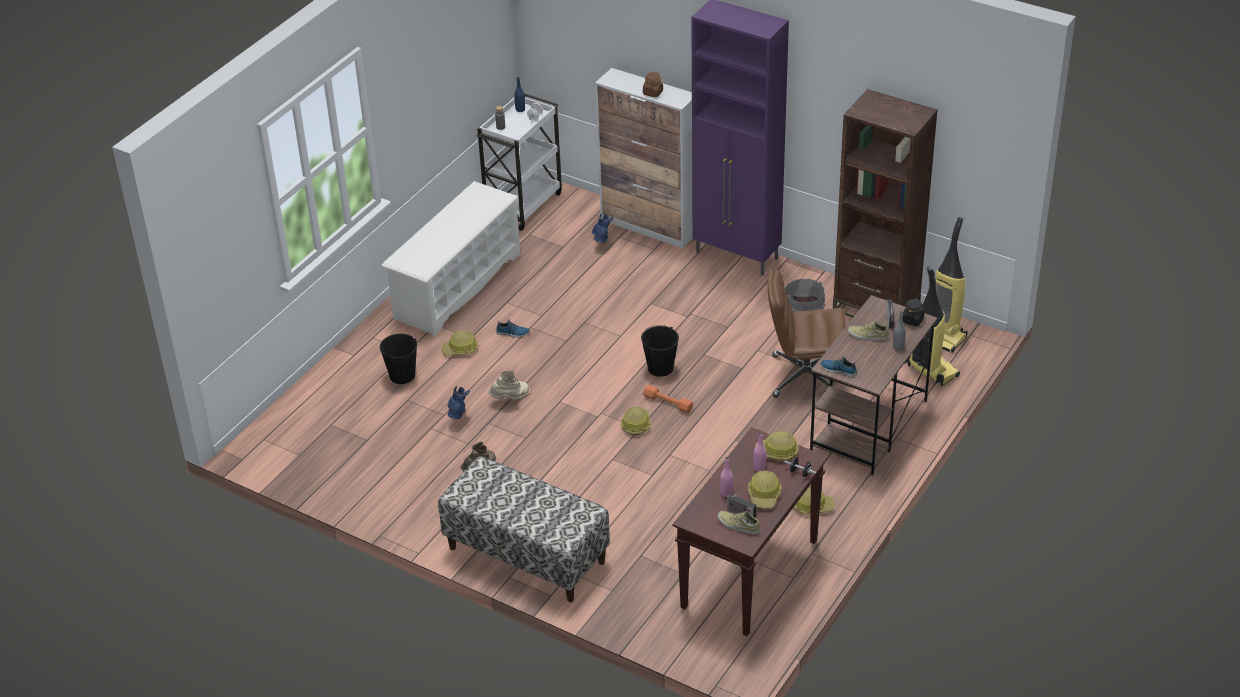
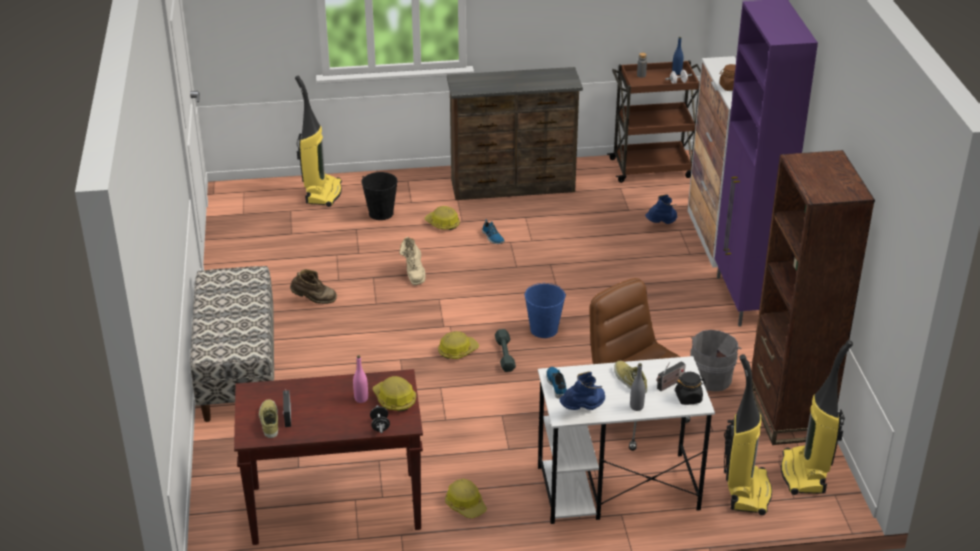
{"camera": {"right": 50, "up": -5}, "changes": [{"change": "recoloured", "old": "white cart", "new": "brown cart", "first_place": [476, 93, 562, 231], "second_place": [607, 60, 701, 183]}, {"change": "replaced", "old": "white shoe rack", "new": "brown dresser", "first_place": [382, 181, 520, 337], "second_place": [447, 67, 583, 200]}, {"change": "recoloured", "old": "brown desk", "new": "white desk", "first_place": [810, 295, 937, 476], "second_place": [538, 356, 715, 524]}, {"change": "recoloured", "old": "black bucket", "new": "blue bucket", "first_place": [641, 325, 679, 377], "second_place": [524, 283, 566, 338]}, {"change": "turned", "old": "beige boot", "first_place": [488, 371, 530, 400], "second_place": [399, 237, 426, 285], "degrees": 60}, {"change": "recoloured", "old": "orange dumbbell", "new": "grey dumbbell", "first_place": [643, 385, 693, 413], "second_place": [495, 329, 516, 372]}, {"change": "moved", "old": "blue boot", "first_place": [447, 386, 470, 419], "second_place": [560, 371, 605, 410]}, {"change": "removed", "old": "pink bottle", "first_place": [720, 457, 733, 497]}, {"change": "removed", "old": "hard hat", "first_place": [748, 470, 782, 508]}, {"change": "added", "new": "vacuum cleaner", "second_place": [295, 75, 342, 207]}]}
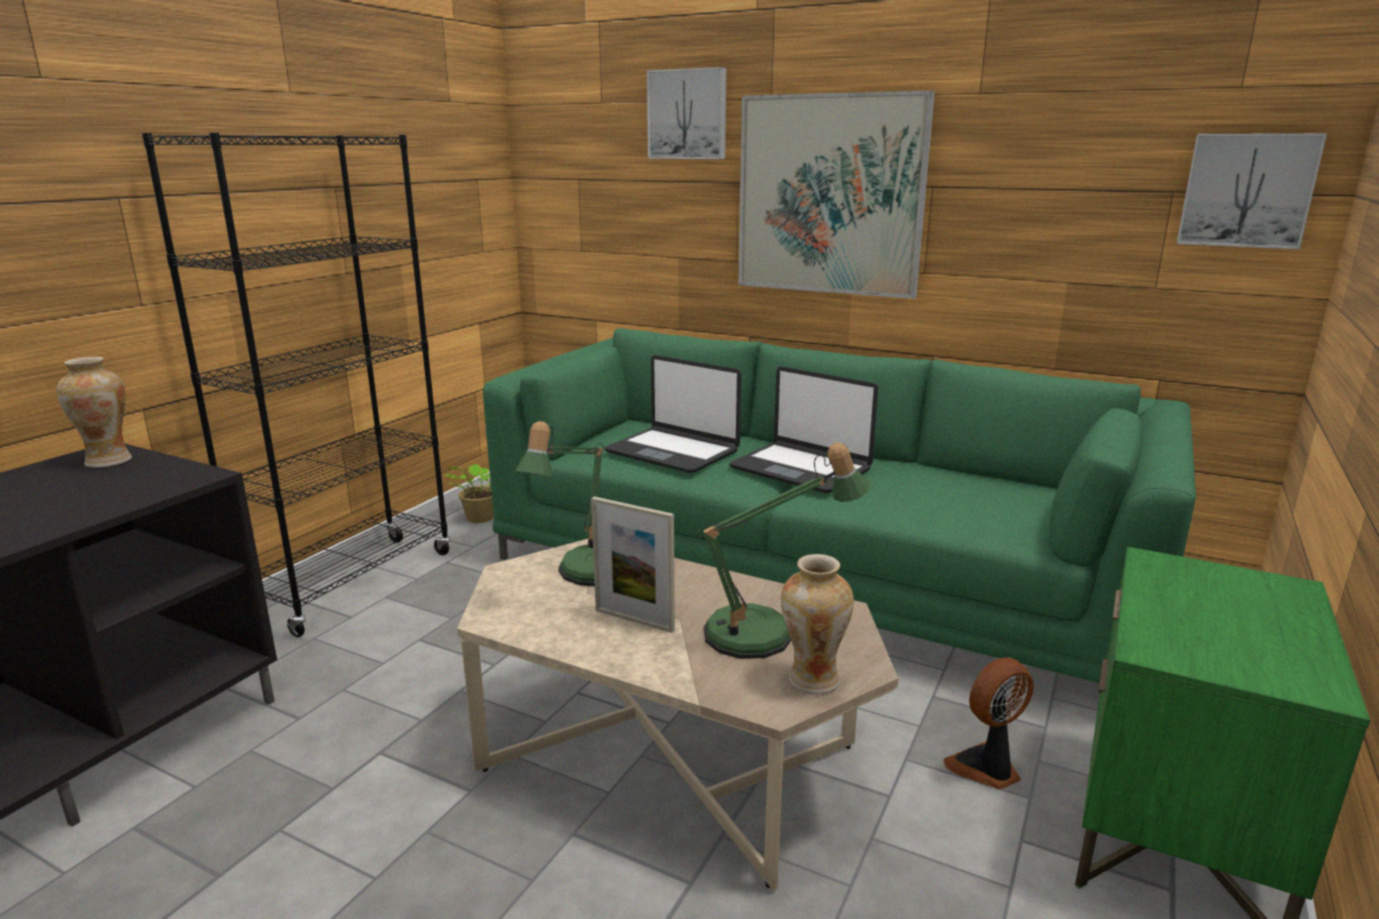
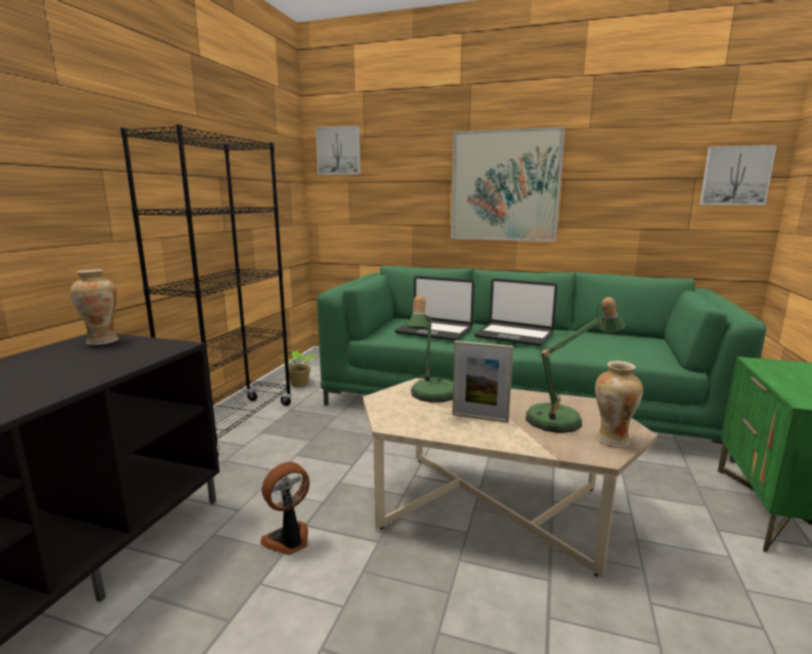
{"camera": {"right": -10, "up": -5}, "changes": [{"change": "moved", "old": "picture", "first_place": [647, 67, 726, 159], "second_place": [316, 126, 361, 175]}, {"change": "moved", "old": "fan", "first_place": [943, 657, 1034, 790], "second_place": [260, 462, 310, 555]}]}
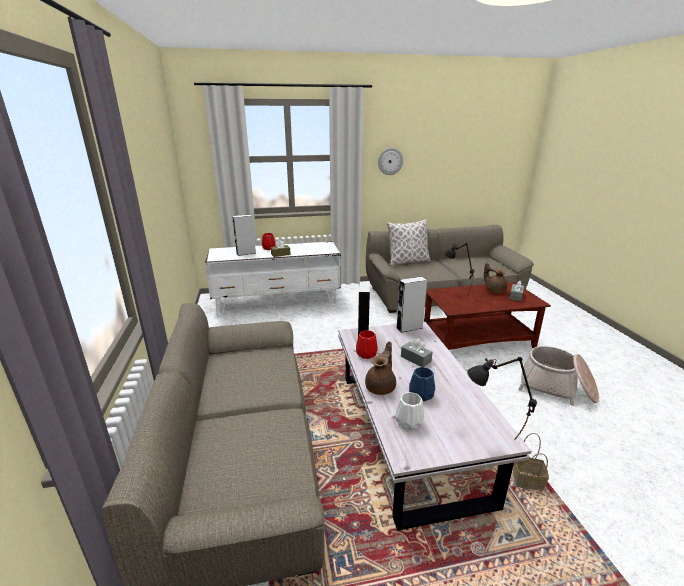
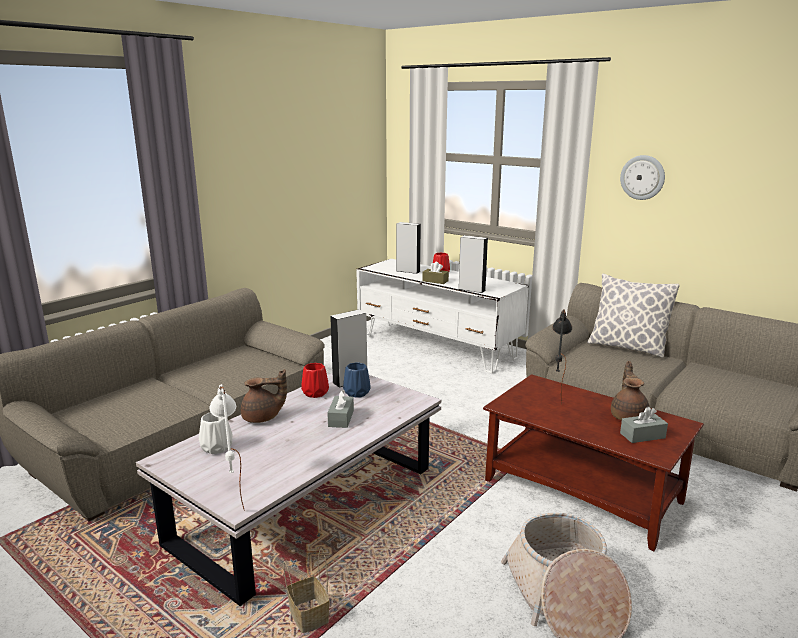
{"camera": {"right": 50, "up": -5}, "changes": [{"change": "moved", "old": "grey speaker", "first_place": [396, 277, 427, 333], "second_place": [459, 235, 488, 293]}, {"change": "recoloured", "old": "black table lamp", "new": "white table lamp", "first_place": [467, 357, 537, 440], "second_place": [209, 384, 245, 511]}, {"change": "moved", "old": "blue vase", "first_place": [409, 367, 435, 401], "second_place": [343, 362, 371, 398]}]}
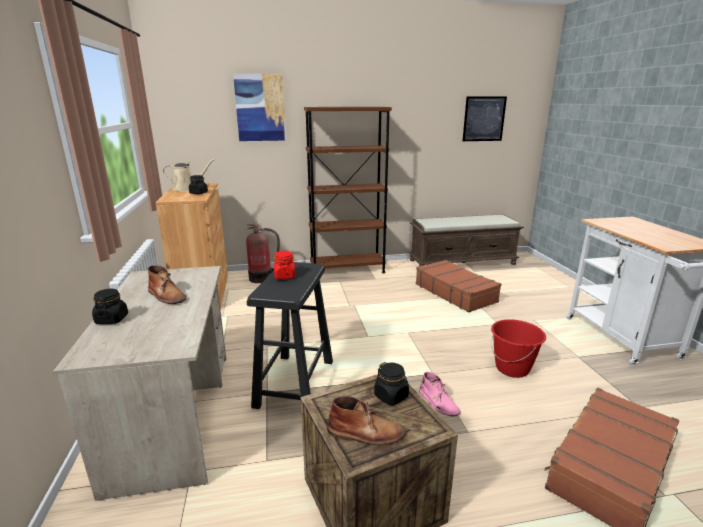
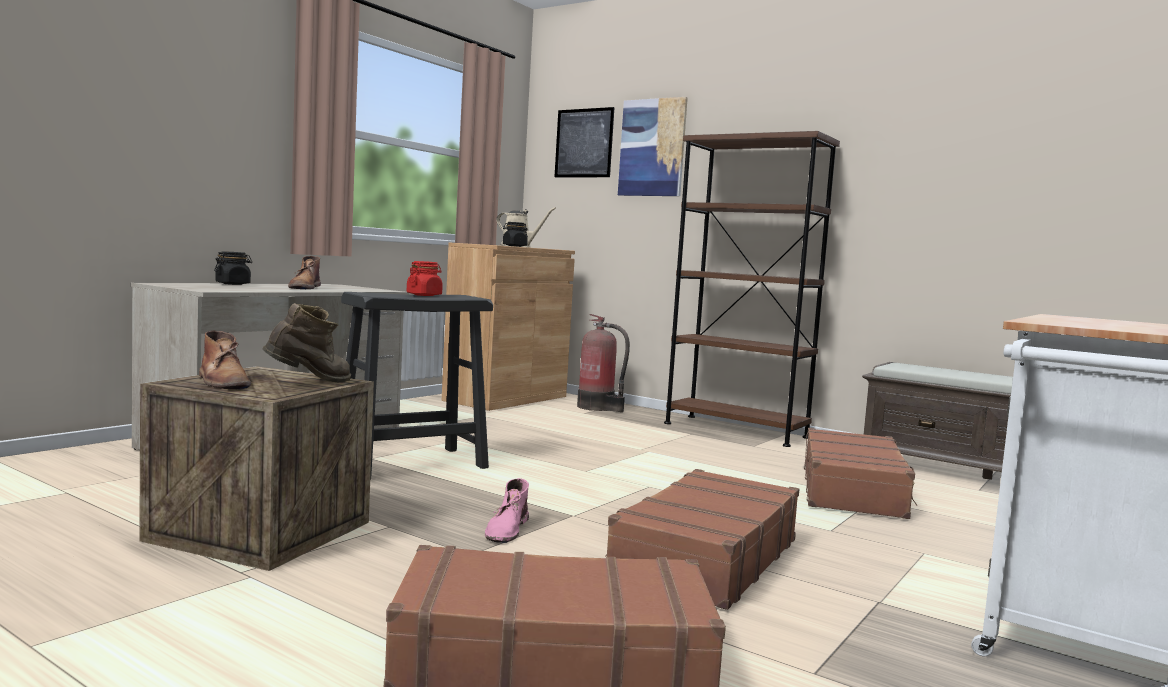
{"camera": {"right": 45, "up": -15}, "changes": [{"change": "moved", "old": "picture", "first_place": [463, 96, 507, 141], "second_place": [554, 107, 615, 177]}, {"change": "replaced", "old": "red bucket", "new": "brown suitcase", "first_place": [491, 319, 546, 378], "second_place": [605, 469, 799, 610]}, {"change": "replaced", "old": "black jar", "new": "brown boot", "first_place": [374, 362, 409, 406], "second_place": [262, 303, 351, 383]}]}
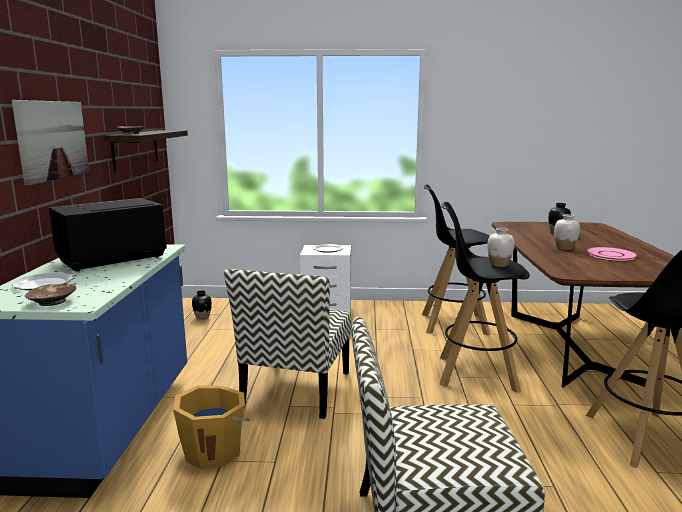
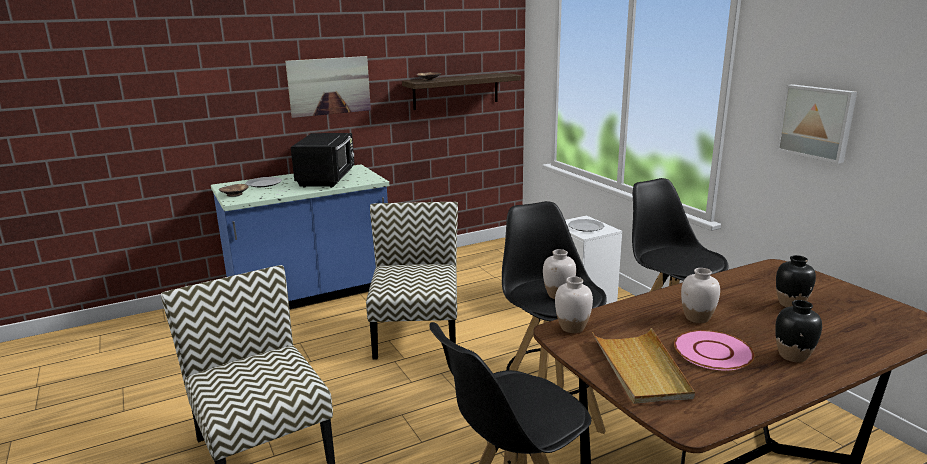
{"camera": {"right": 60, "up": 5}, "changes": [{"change": "turned", "old": "black microwave", "first_place": [49, 198, 167, 272], "second_place": [291, 133, 354, 188], "degrees": 75}, {"change": "turned", "old": "chair", "first_place": [224, 269, 351, 419], "second_place": [366, 202, 458, 360], "degrees": 105}, {"change": "moved", "old": "black vase", "first_place": [192, 290, 212, 320], "second_place": [775, 300, 822, 362]}, {"change": "removed", "old": "orange bucket", "first_place": [173, 386, 250, 469]}, {"change": "added", "new": "picture", "second_place": [777, 84, 857, 164]}, {"change": "added", "new": "white vase", "second_place": [555, 276, 593, 333]}, {"change": "added", "new": "beige tray", "second_place": [592, 328, 695, 404]}]}
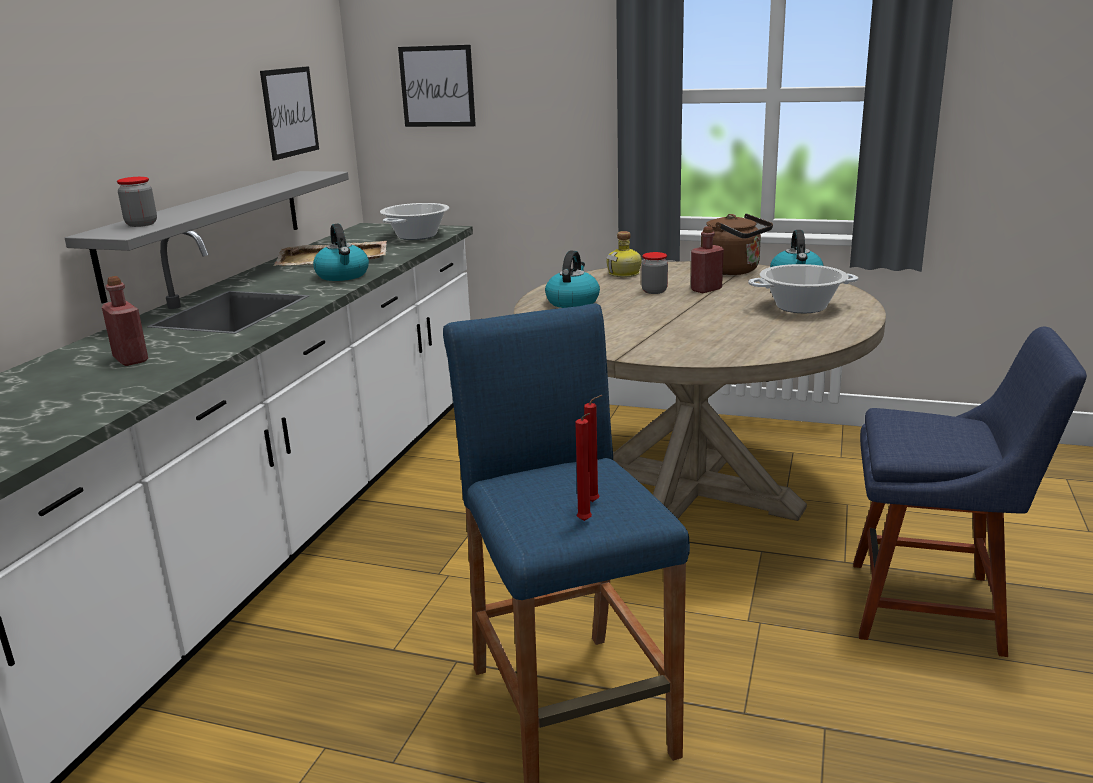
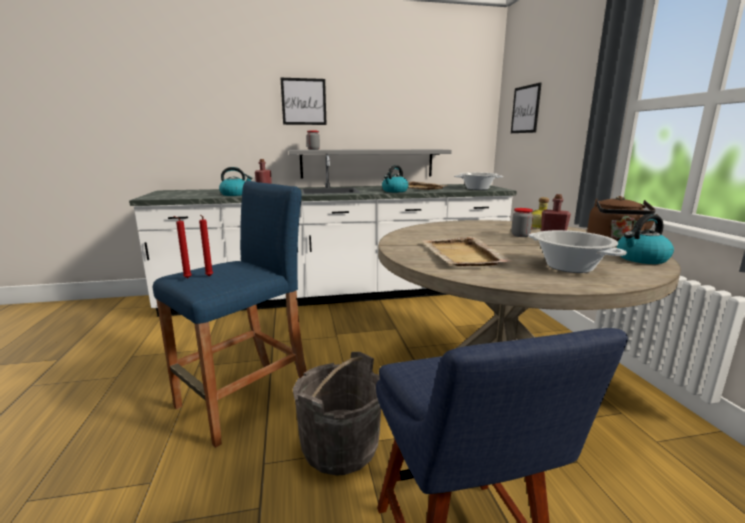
{"camera": {"right": 60, "up": -5}, "changes": [{"change": "moved", "old": "picture", "first_place": [260, 66, 319, 160], "second_place": [280, 78, 327, 125]}, {"change": "moved", "old": "kettle", "first_place": [545, 251, 600, 308], "second_place": [219, 167, 253, 196]}, {"change": "added", "new": "beige tray", "second_place": [423, 237, 513, 266]}, {"change": "added", "new": "grey bucket", "second_place": [293, 352, 381, 476]}]}
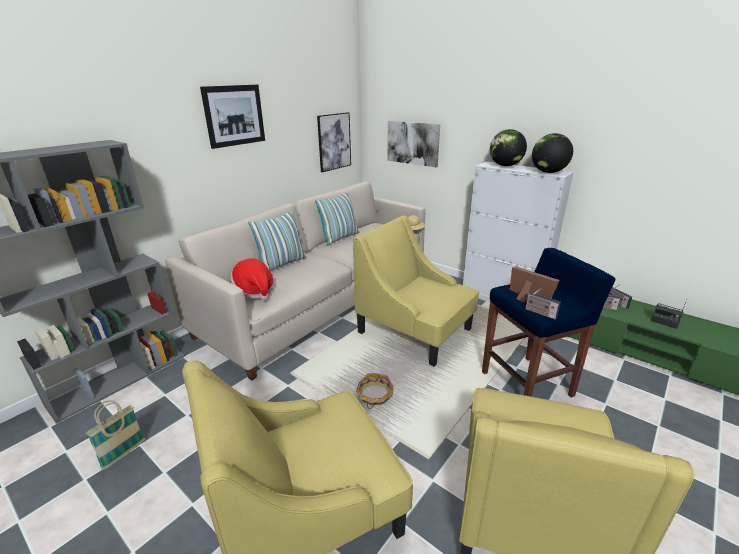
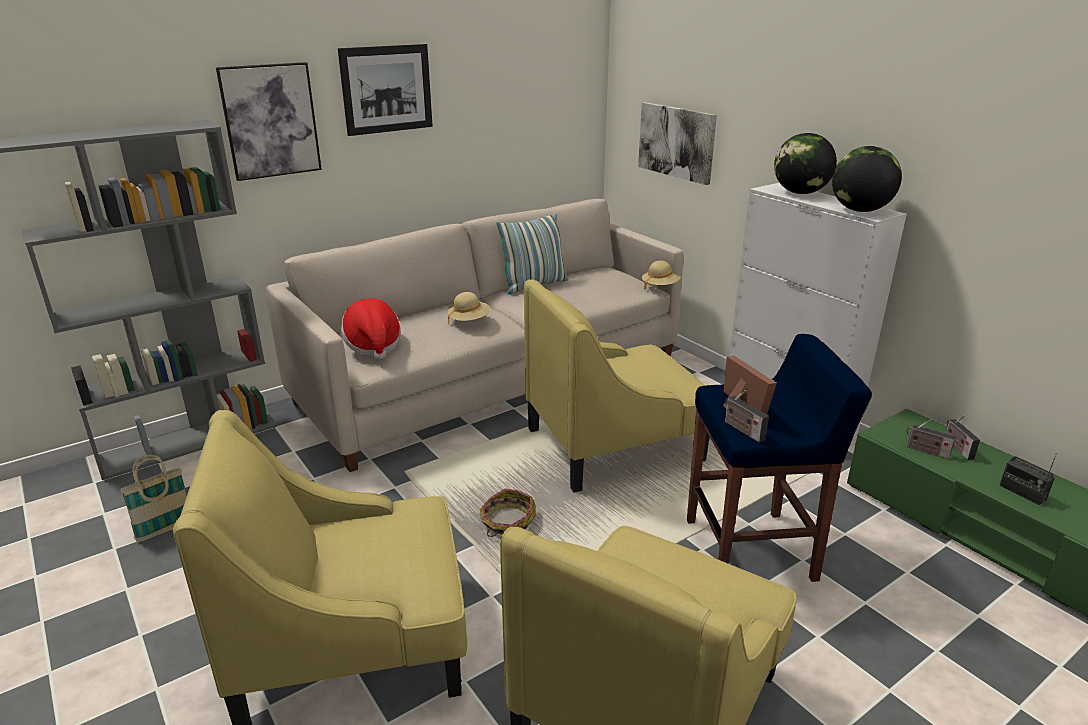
{"camera": {"right": 15, "up": 0}, "changes": [{"change": "moved", "old": "picture", "first_place": [317, 112, 351, 172], "second_place": [216, 62, 322, 181]}, {"change": "removed", "old": "pillow", "first_place": [248, 211, 307, 271]}, {"change": "turned", "old": "yellow armchair", "first_place": [353, 215, 479, 366], "second_place": [524, 279, 709, 493], "degrees": -75}, {"change": "added", "new": "beige hat", "second_place": [447, 292, 491, 324]}]}
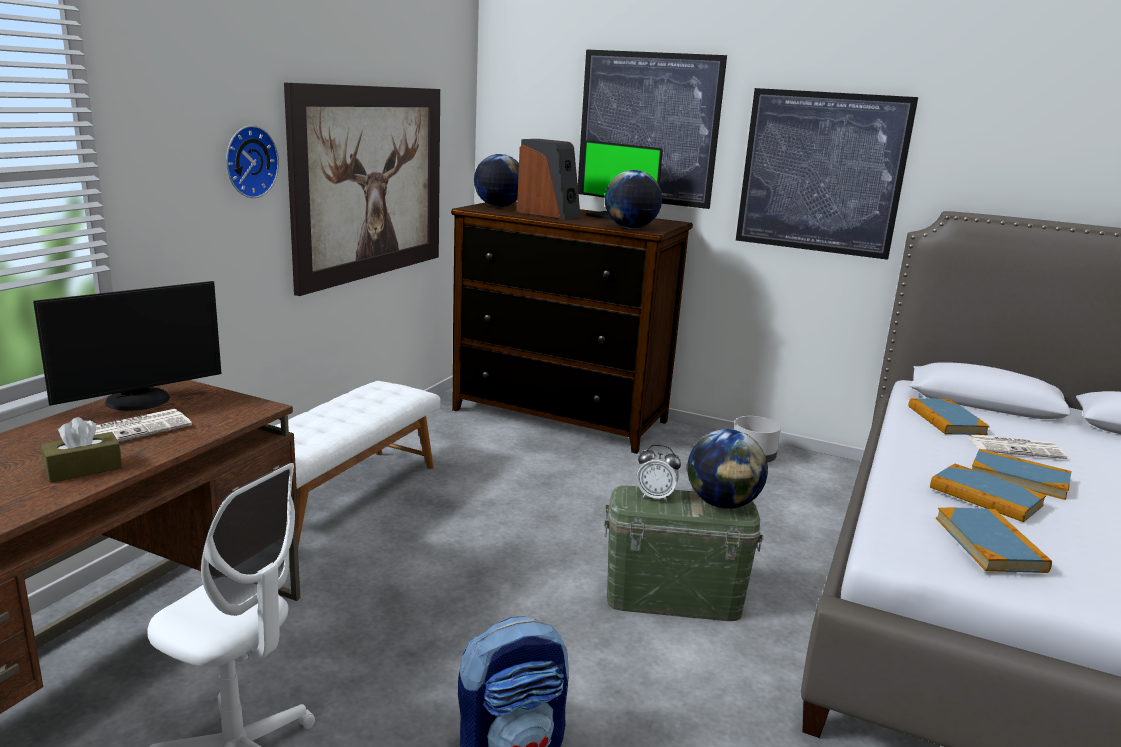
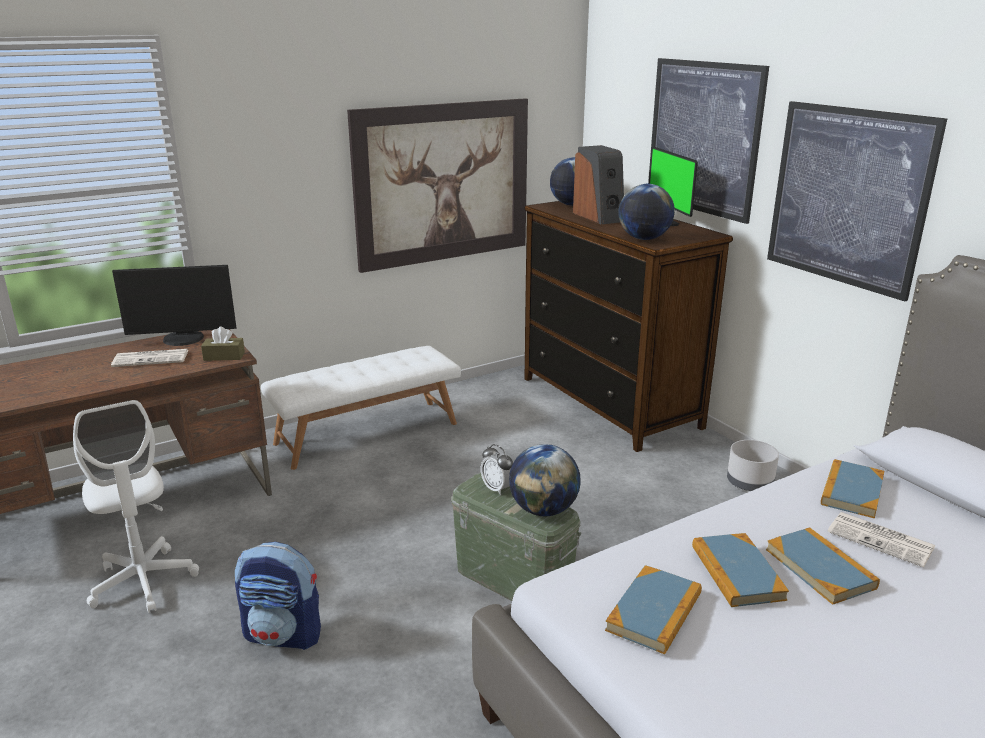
{"camera": {"right": 35, "up": 5}, "changes": [{"change": "removed", "old": "wall clock", "first_place": [226, 125, 279, 198]}, {"change": "moved", "old": "brown tissue box", "first_place": [41, 417, 122, 483], "second_place": [201, 327, 245, 361]}]}
